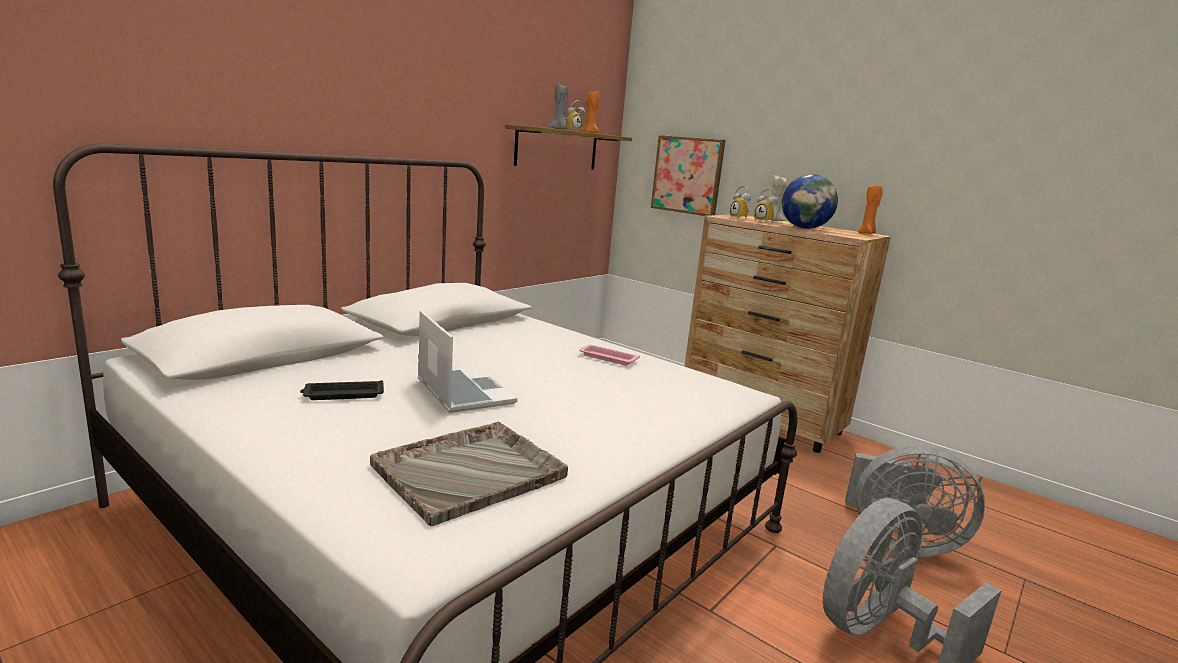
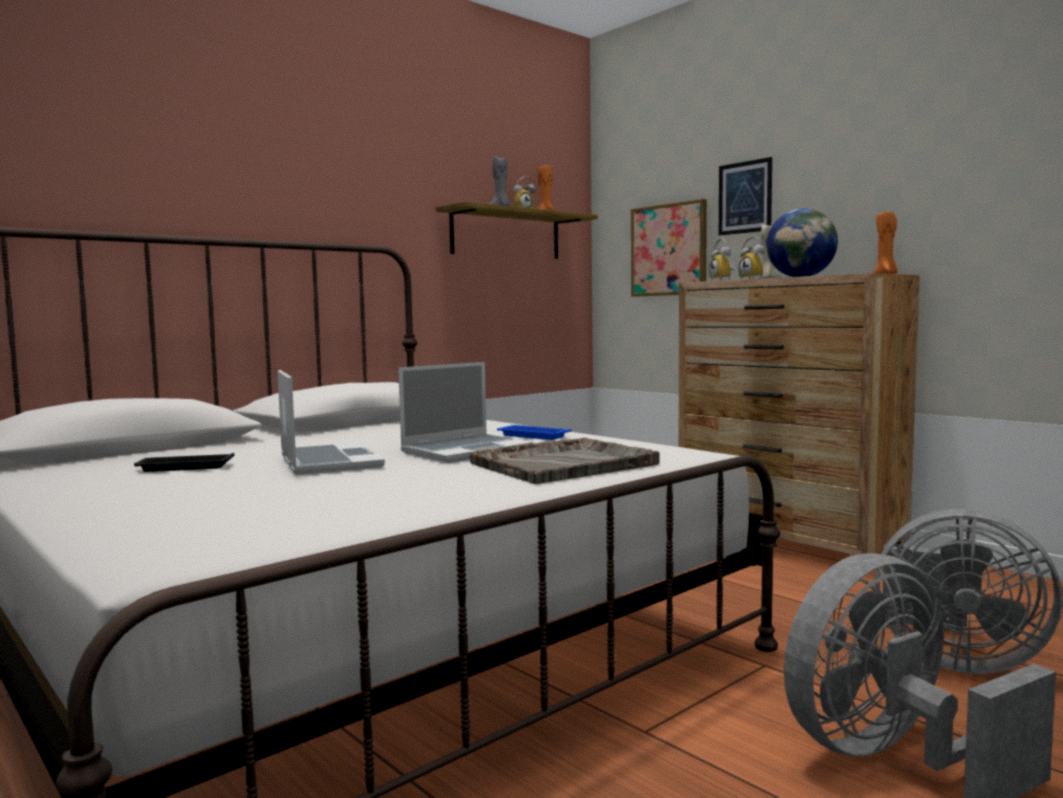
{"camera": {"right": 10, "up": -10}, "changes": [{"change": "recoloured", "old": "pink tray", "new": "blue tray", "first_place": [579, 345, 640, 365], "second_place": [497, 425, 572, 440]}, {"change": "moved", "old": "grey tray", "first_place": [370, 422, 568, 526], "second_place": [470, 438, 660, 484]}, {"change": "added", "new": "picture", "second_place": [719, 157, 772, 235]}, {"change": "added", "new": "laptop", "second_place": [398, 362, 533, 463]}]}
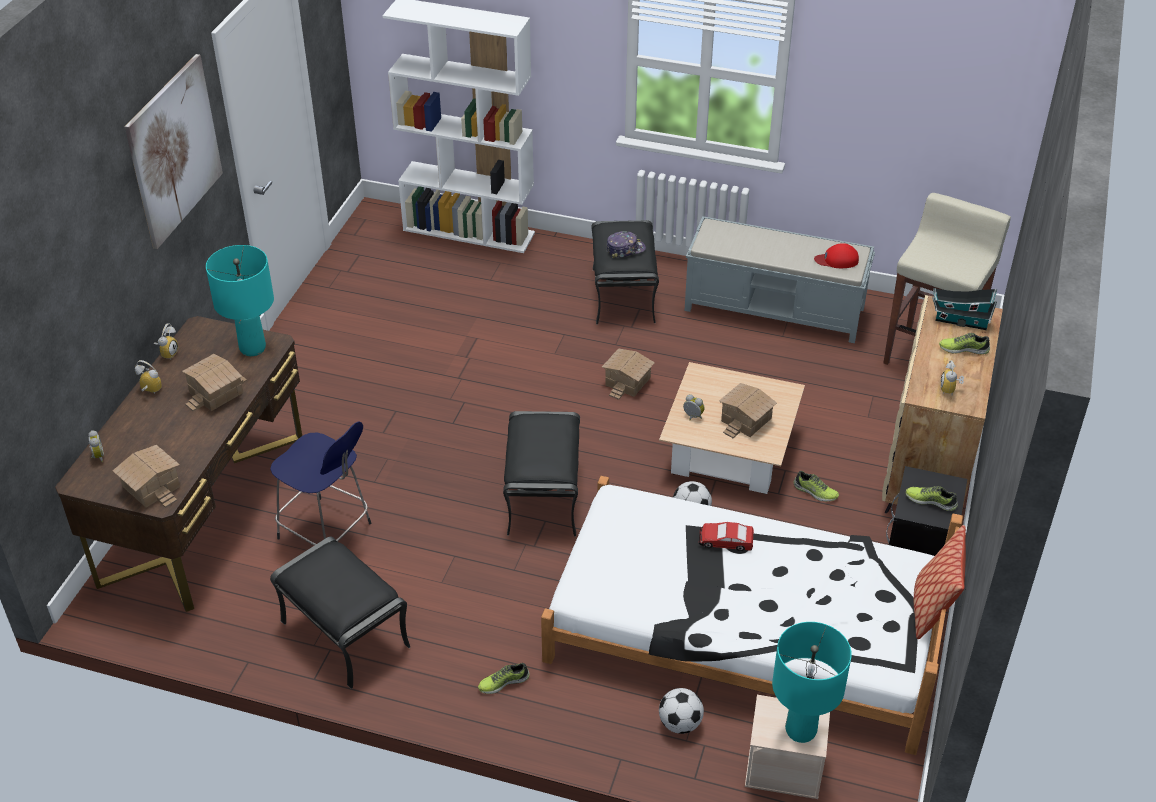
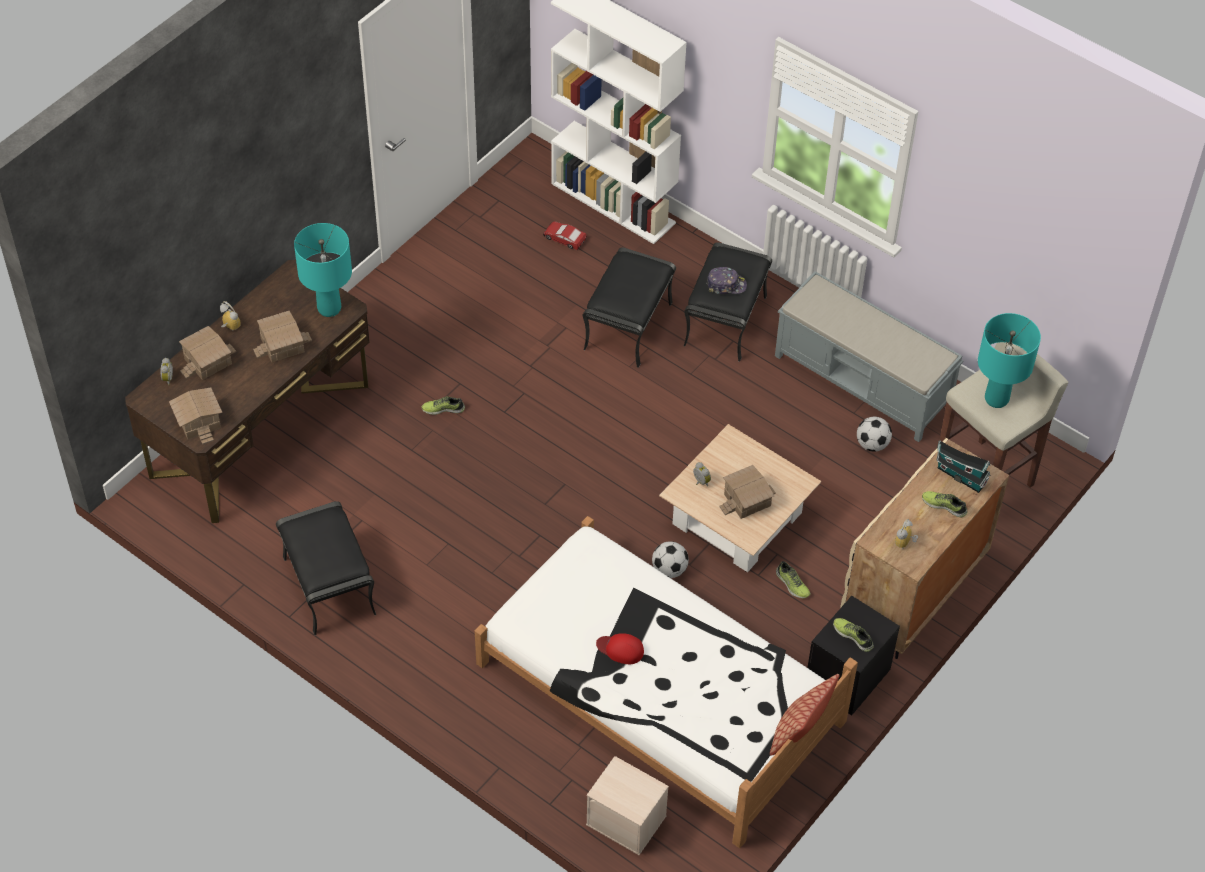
{"camera": {"right": 20, "up": 10}, "changes": [{"change": "removed", "old": "picture", "first_place": [125, 54, 223, 249]}, {"change": "moved", "old": "red cap", "first_place": [814, 243, 859, 268], "second_place": [596, 633, 644, 664]}, {"change": "removed", "old": "alarm clock", "first_place": [154, 323, 178, 359]}, {"change": "moved", "old": "toy house", "first_place": [602, 348, 655, 400], "second_place": [179, 326, 236, 380]}, {"change": "moved", "old": "black ottoman", "first_place": [503, 411, 580, 537], "second_place": [583, 247, 676, 368]}, {"change": "removed", "old": "blue stool", "first_place": [270, 421, 372, 545]}, {"change": "moved", "old": "toy car", "first_place": [699, 522, 754, 551], "second_place": [543, 221, 587, 250]}, {"change": "moved", "old": "turquoise table lamp", "first_place": [772, 622, 852, 743], "second_place": [978, 313, 1041, 408]}, {"change": "moved", "old": "shoe", "first_place": [478, 663, 530, 694], "second_place": [422, 396, 465, 415]}, {"change": "moved", "old": "football", "first_place": [659, 688, 704, 734], "second_place": [857, 417, 892, 452]}]}
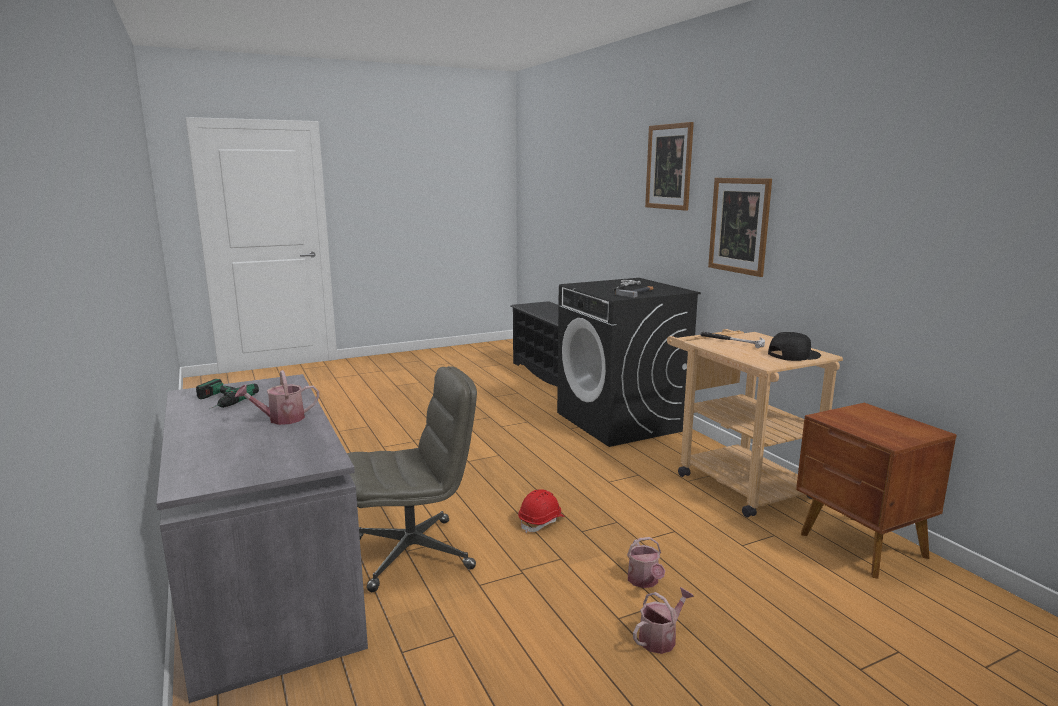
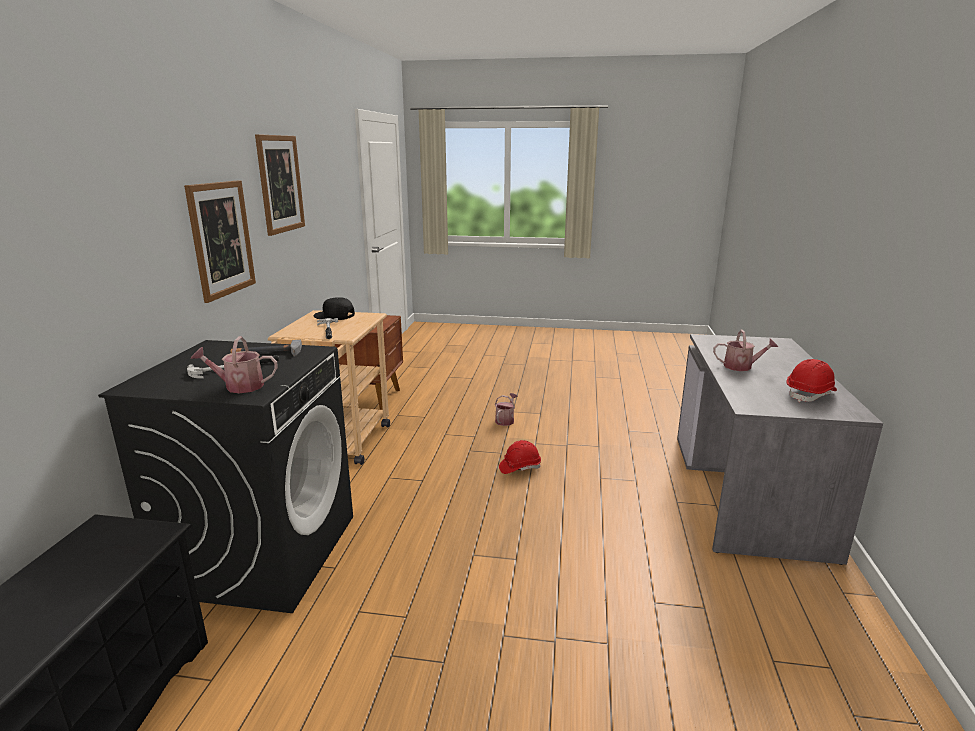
{"camera": {"right": -145, "up": 5}, "changes": [{"change": "moved", "old": "picture", "first_place": [645, 122, 694, 211], "second_place": [255, 134, 305, 236]}, {"change": "removed", "old": "grey office chair", "first_place": [347, 366, 477, 592]}, {"change": "replaced", "old": "power drill", "new": "red hard hat", "first_place": [196, 379, 259, 409], "second_place": [787, 359, 837, 402]}, {"change": "moved", "old": "watering can", "first_place": [633, 587, 694, 654], "second_place": [191, 336, 278, 393]}]}
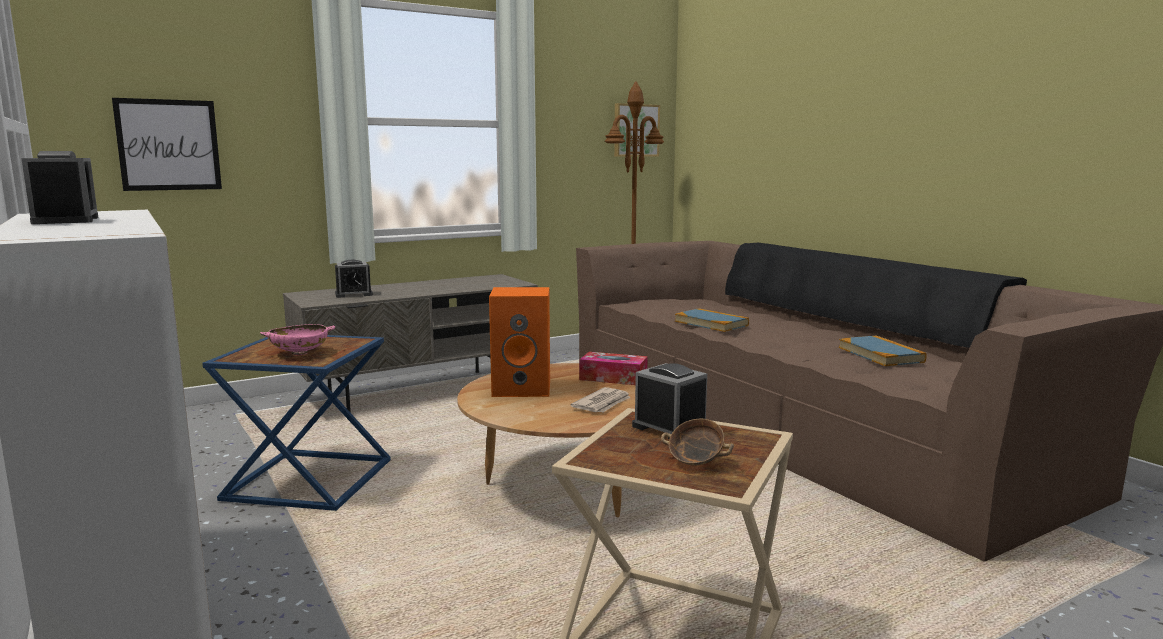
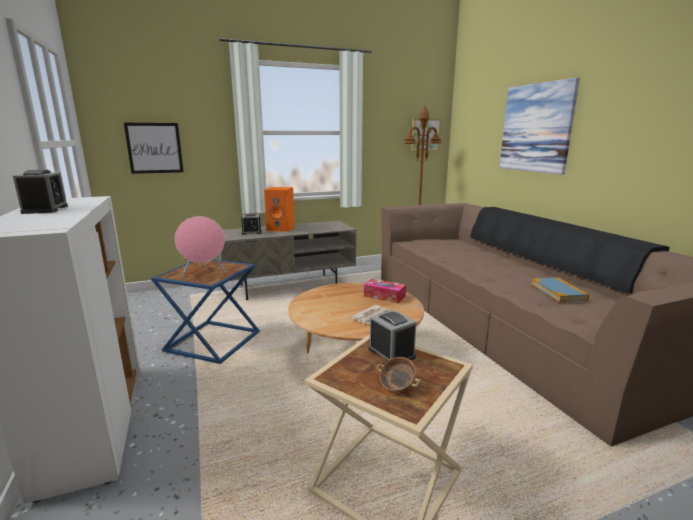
{"camera": {"right": 10, "up": 5}, "changes": [{"change": "moved", "old": "orange speaker", "first_place": [489, 287, 550, 397], "second_place": [264, 187, 295, 232]}, {"change": "removed", "old": "book", "first_place": [675, 308, 749, 332]}, {"change": "replaced", "old": "pink bowl", "new": "pink speaker", "first_place": [260, 324, 335, 355], "second_place": [175, 216, 226, 278]}, {"change": "added", "new": "picture", "second_place": [500, 77, 580, 174]}]}
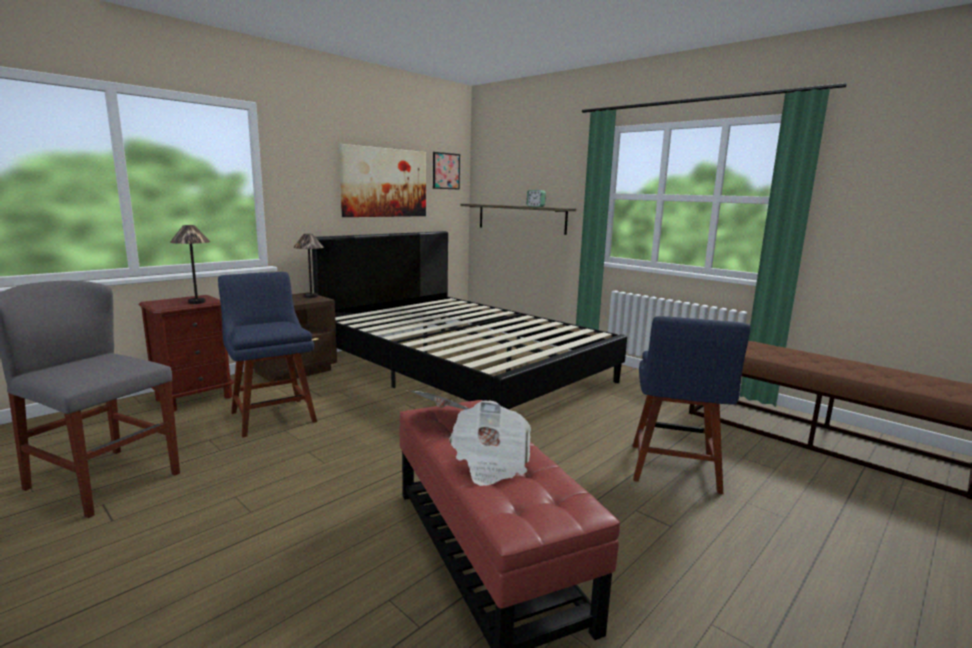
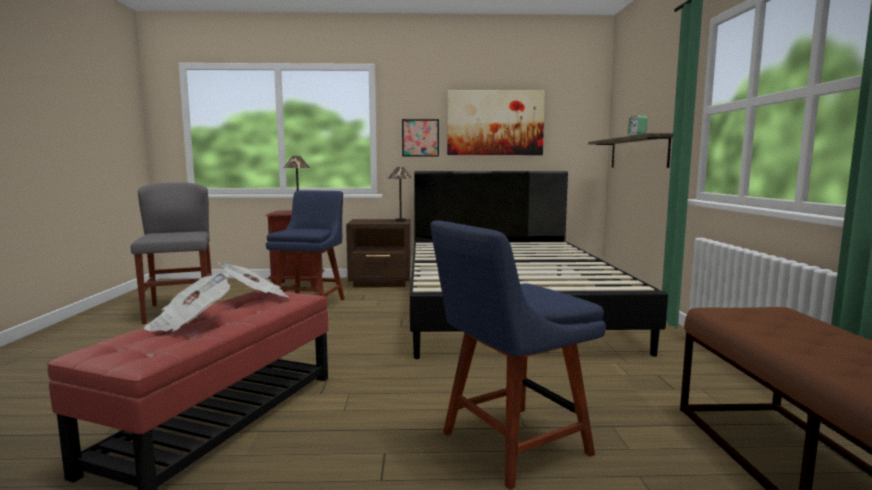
{"camera": {"right": 45, "up": -5}, "changes": [{"change": "moved", "old": "picture", "first_place": [433, 152, 460, 190], "second_place": [402, 119, 439, 157]}]}
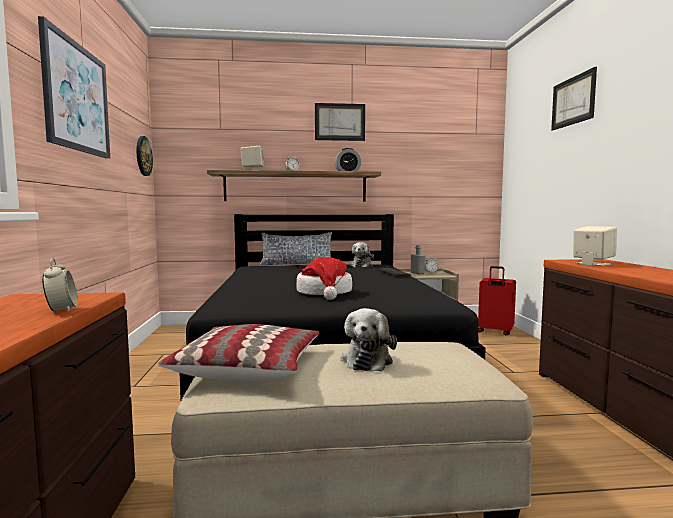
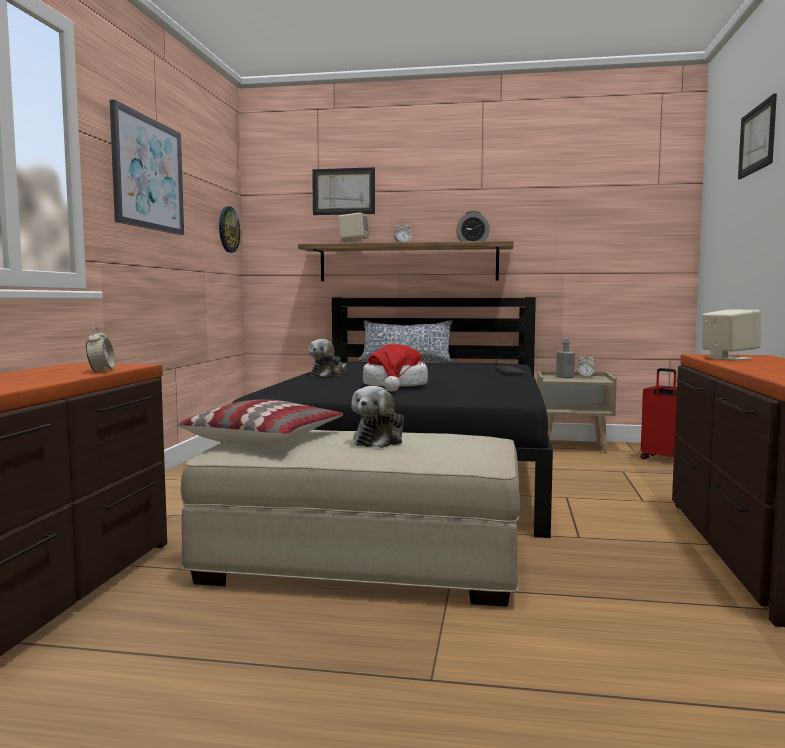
{"camera": {"right": 15, "up": 0}, "changes": [{"change": "moved", "old": "picture", "first_place": [315, 103, 365, 141], "second_place": [312, 167, 375, 215]}, {"change": "moved", "old": "plush toy", "first_place": [350, 242, 374, 267], "second_place": [308, 339, 347, 377]}]}
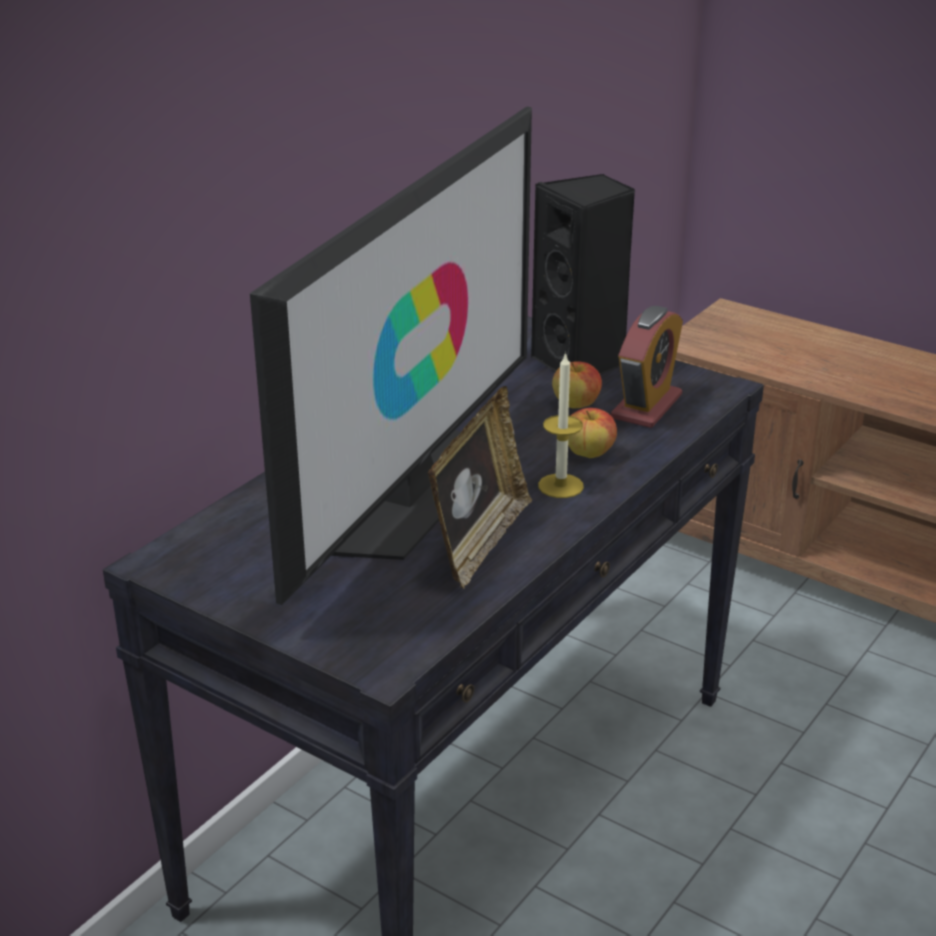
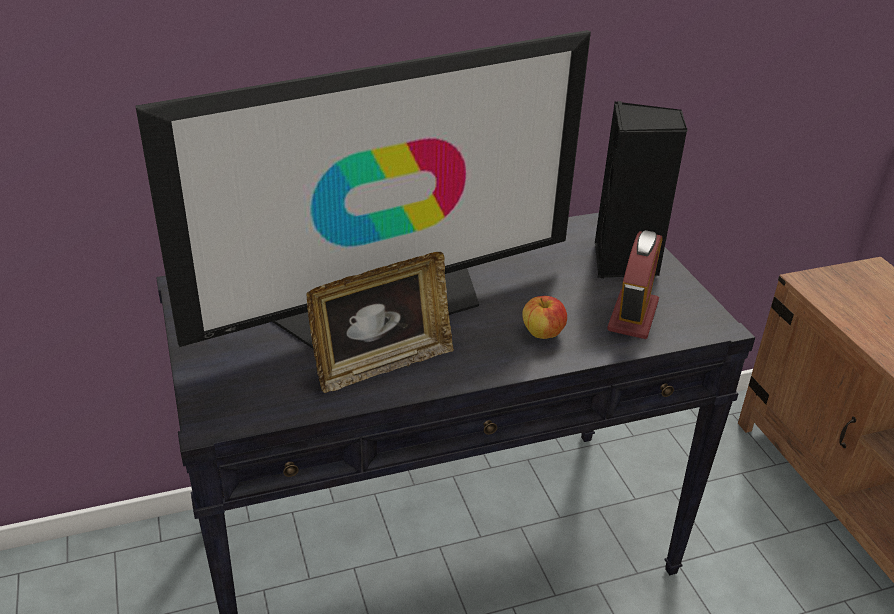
{"camera": {"right": 35, "up": 5}, "changes": [{"change": "turned", "old": "alarm clock", "first_place": [611, 306, 683, 428], "second_place": [607, 230, 663, 339], "degrees": -45}, {"change": "removed", "old": "candle", "first_place": [538, 352, 584, 498]}, {"change": "removed", "old": "apple", "first_place": [552, 361, 602, 409]}]}
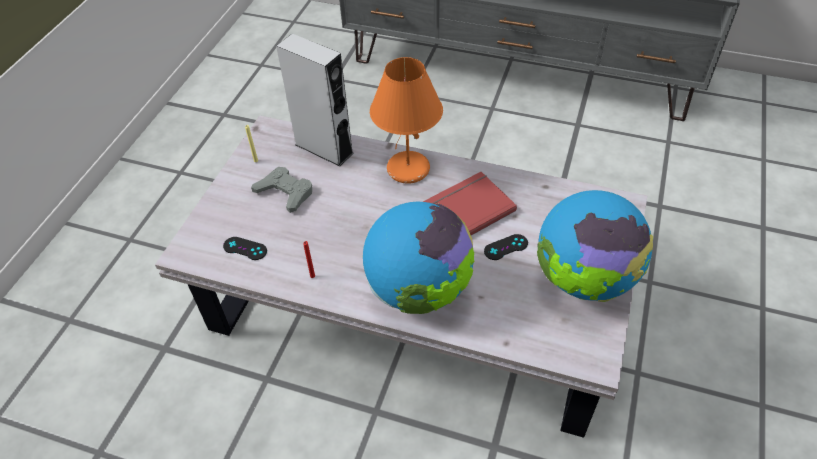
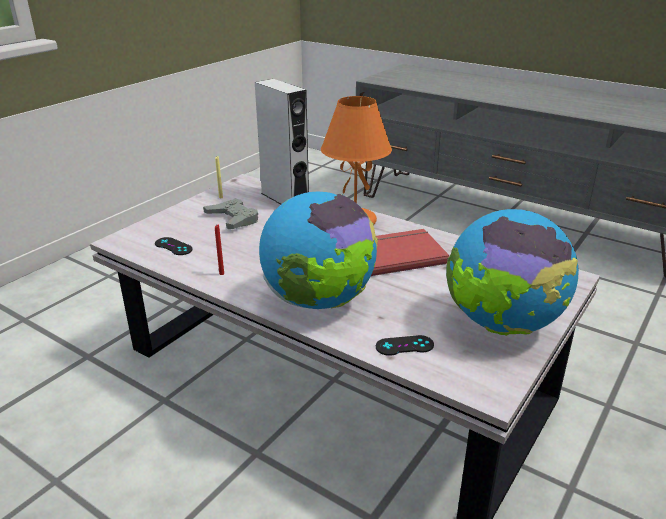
{"camera": {"right": 15, "up": -20}, "changes": [{"change": "moved", "old": "black game controller", "first_place": [484, 234, 528, 260], "second_place": [376, 335, 434, 356]}]}
